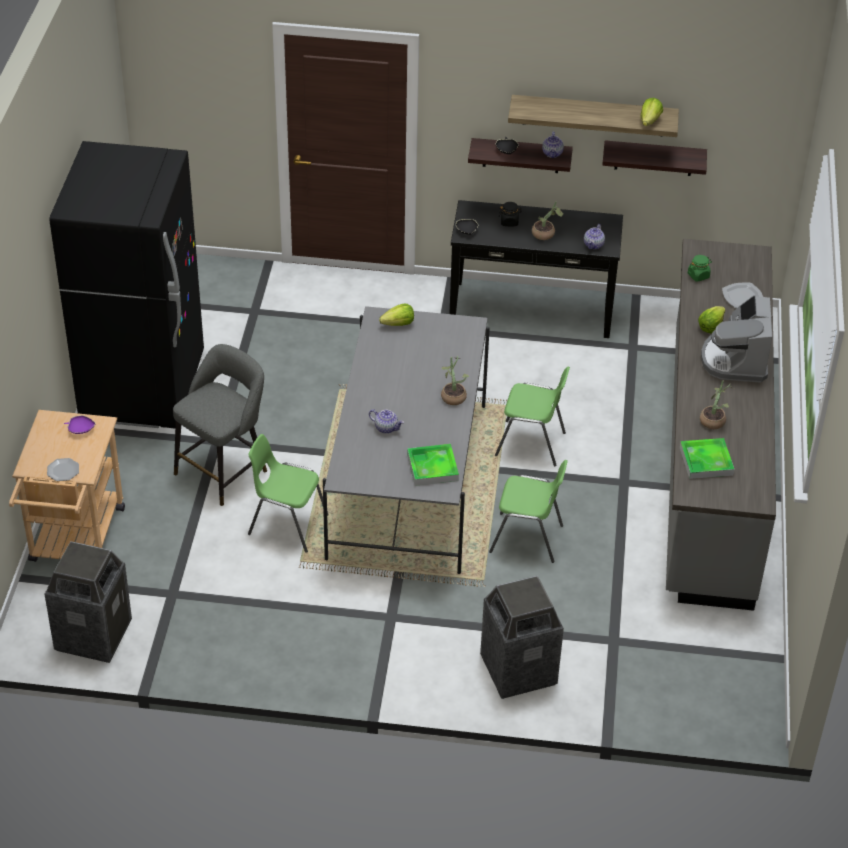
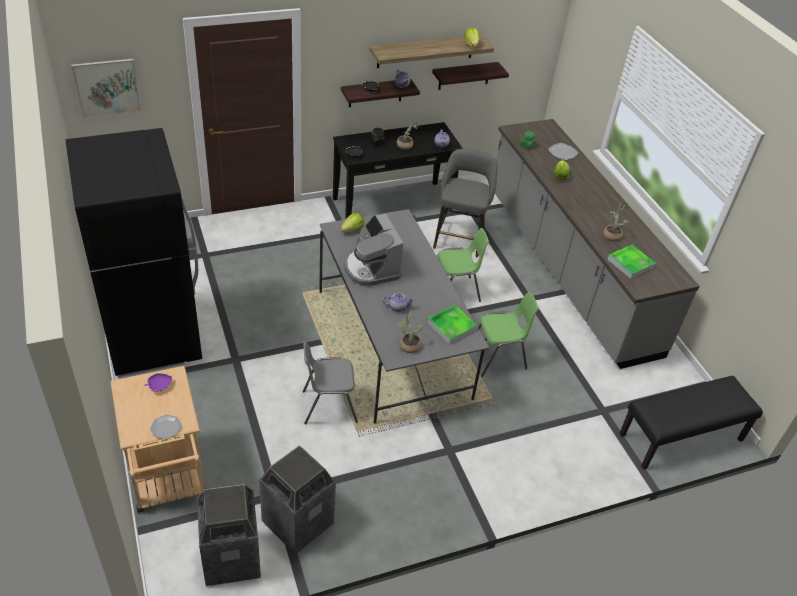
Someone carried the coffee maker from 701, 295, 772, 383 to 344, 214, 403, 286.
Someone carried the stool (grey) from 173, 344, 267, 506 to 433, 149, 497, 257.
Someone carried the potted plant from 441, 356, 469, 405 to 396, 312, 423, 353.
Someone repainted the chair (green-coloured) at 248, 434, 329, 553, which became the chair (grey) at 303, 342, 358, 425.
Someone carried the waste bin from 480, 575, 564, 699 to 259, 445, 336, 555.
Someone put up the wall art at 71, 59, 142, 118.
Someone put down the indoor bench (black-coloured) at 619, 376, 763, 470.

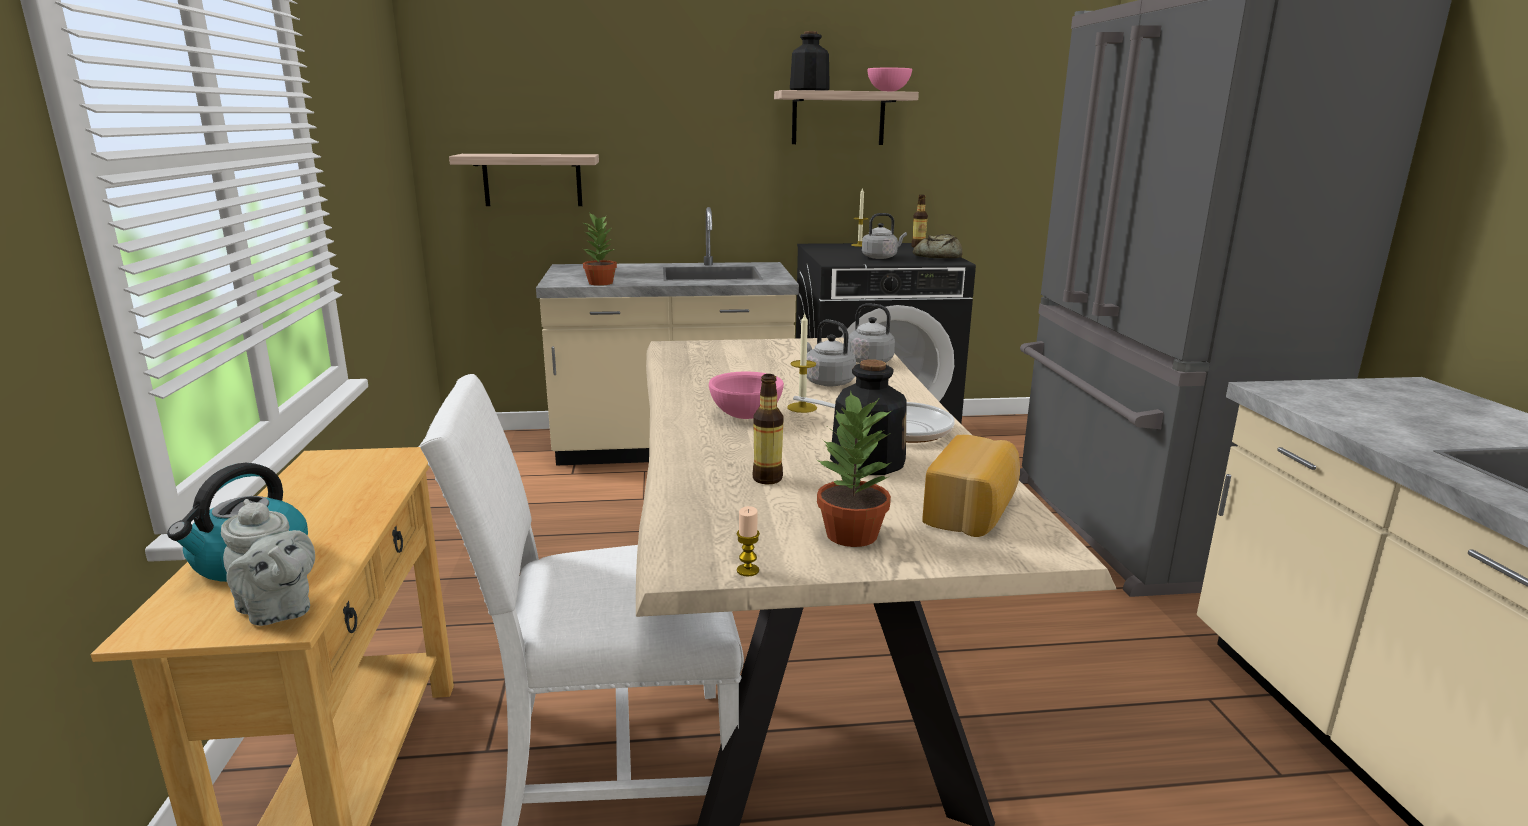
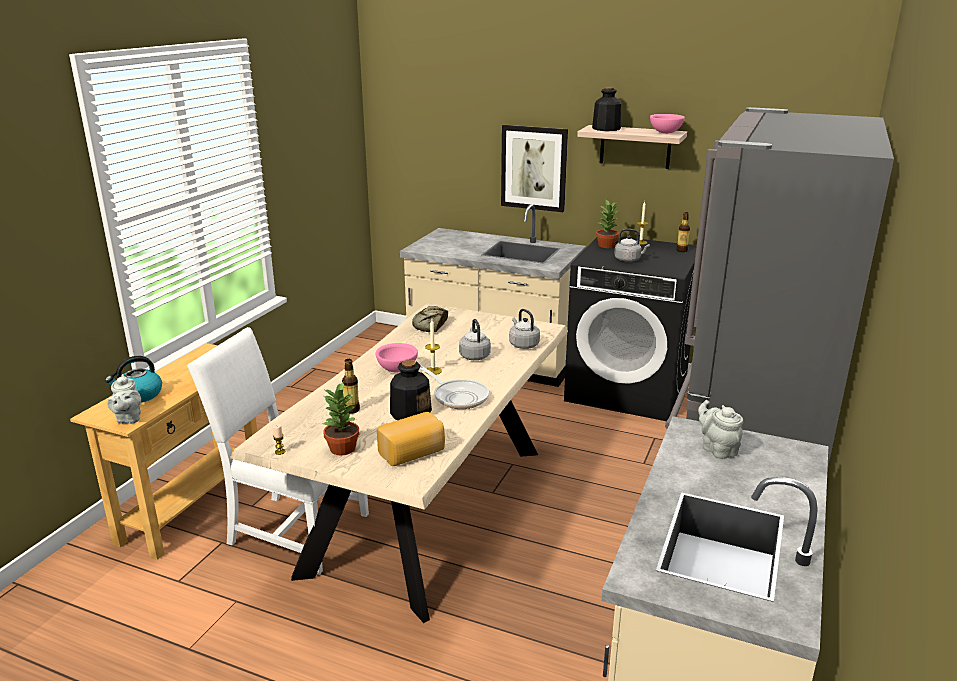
Someone took away the shelf at 449, 154, 599, 206.
Someone carried the potted plant from 583, 212, 617, 286 to 596, 200, 619, 248.
Someone carried the bakery bread from 913, 234, 963, 258 to 412, 306, 448, 332.
Someone put up the wall art at 501, 125, 568, 212.
Someone put down the tea pot (grey) at 698, 400, 743, 459.

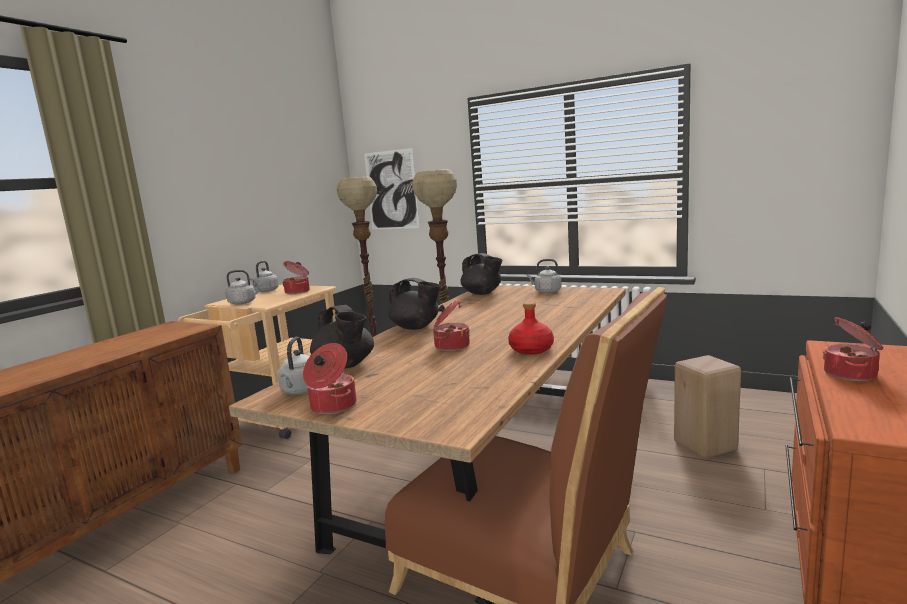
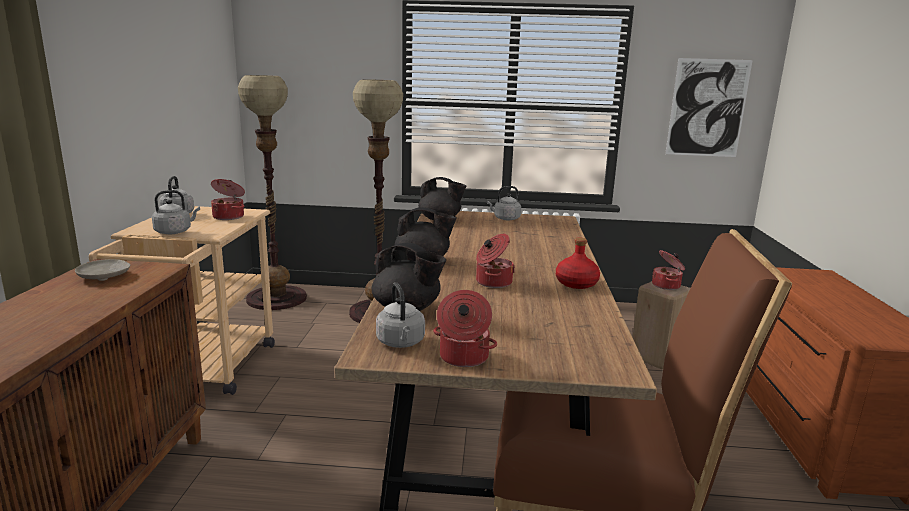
Someone carried the wall art from 364, 148, 420, 229 to 665, 58, 753, 157.
Someone carried the stockpot from 822, 317, 883, 381 to 652, 250, 685, 290.
Someone put down the flat dish (beige-coloured) at 75, 259, 130, 281.

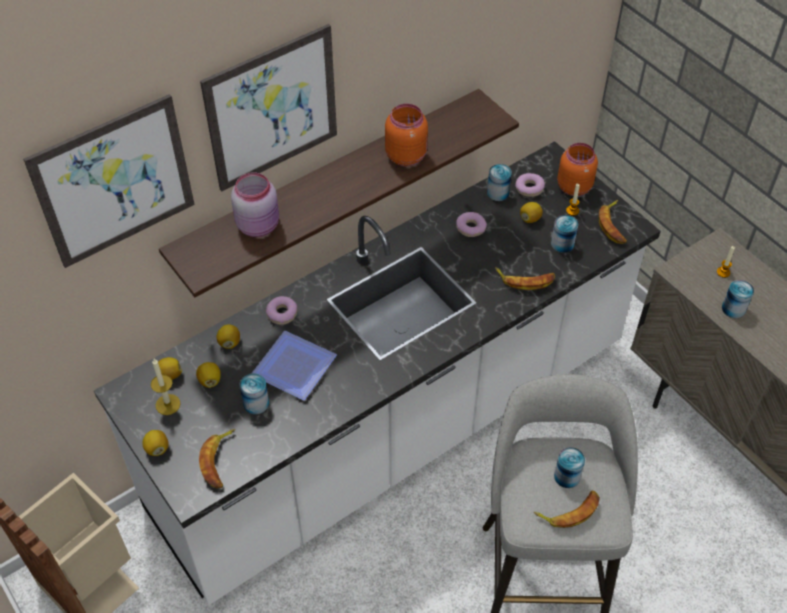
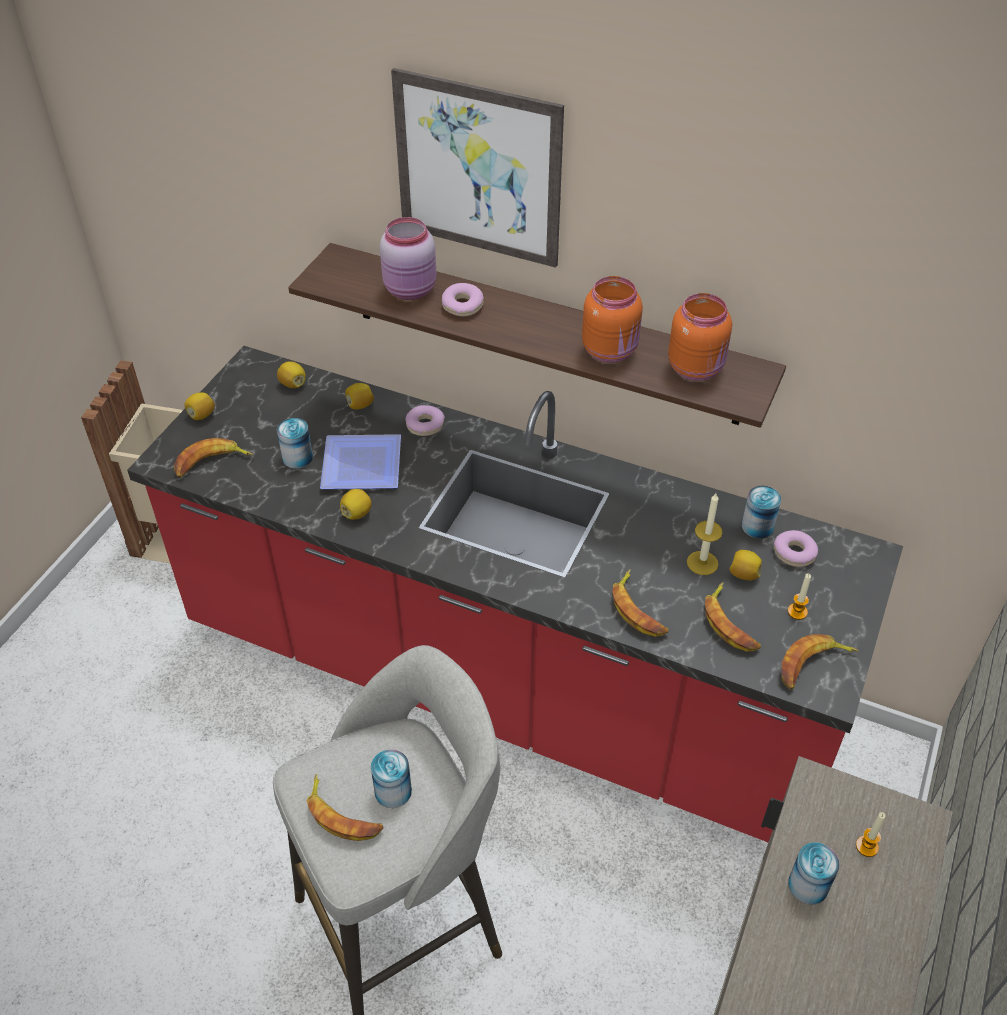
Someone took away the wall art at 23, 94, 195, 268.
Someone repainted the kitchen base unit (white) at 94, 141, 660, 605, which became the kitchen base unit (reddish) at 127, 346, 903, 842.
Someone carried the storage jar (orange-coloured) from 557, 143, 598, 196 to 668, 293, 732, 381.
Someone carried the doughnut from 456, 212, 487, 237 to 442, 283, 484, 316.
Someone swapped the metal can at 551, 215, 578, 253 for the banana fruit at 705, 582, 761, 652.
Someone carried the candle from 151, 359, 180, 415 to 687, 493, 723, 575.
Someone carried the citrus fruit from 196, 362, 221, 388 to 340, 489, 372, 520.

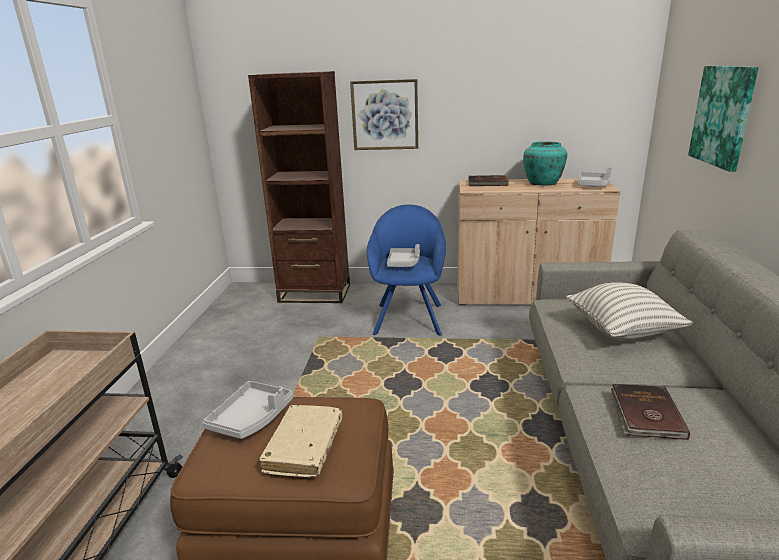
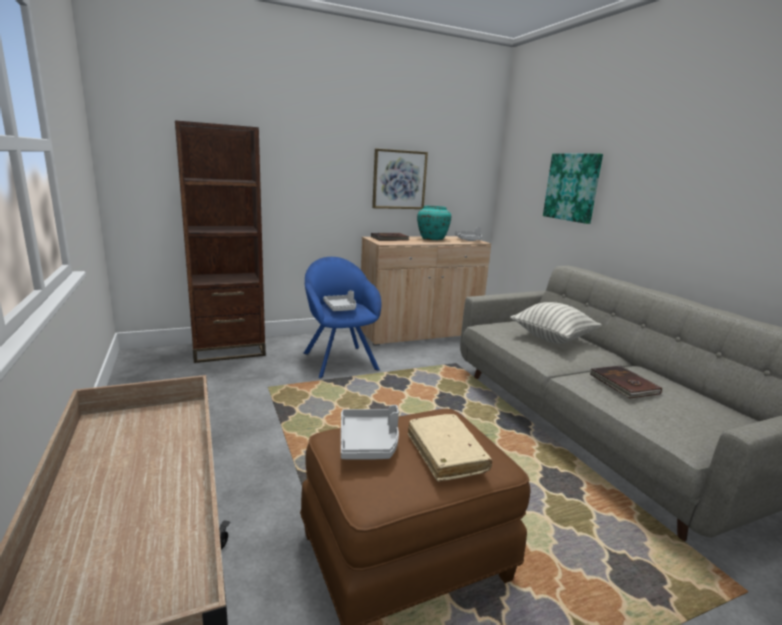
Someone carried the wall art from 350, 79, 418, 150 to 372, 149, 428, 209.

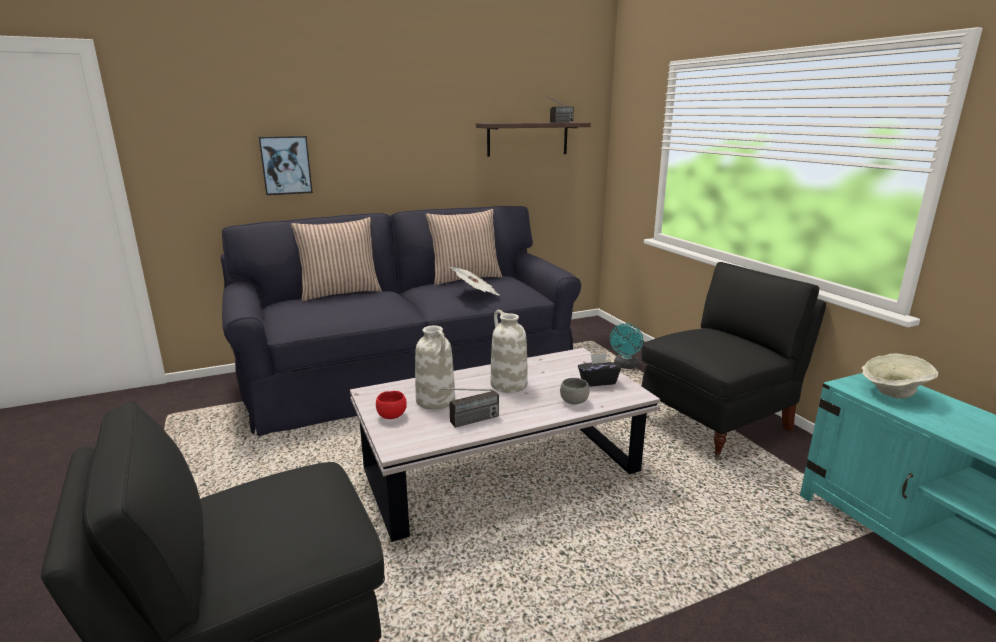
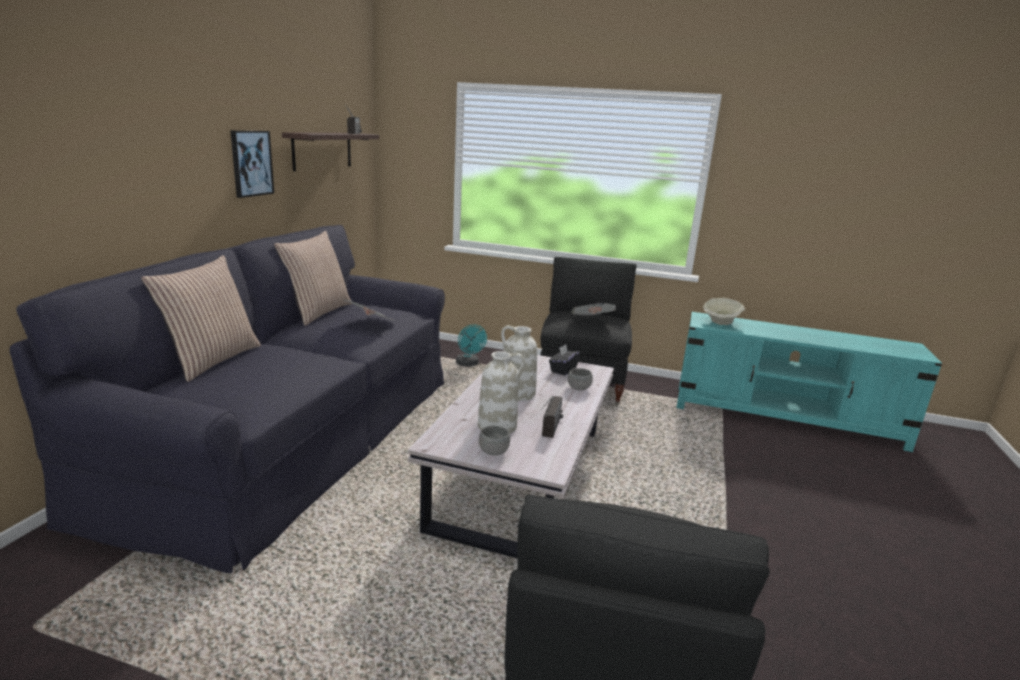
Someone carried the wall art from 258, 136, 313, 195 to 230, 130, 274, 198.
Someone repainted the bowl (reddish) at 376, 391, 407, 419, which became the bowl (grey) at 479, 426, 510, 456.
Someone put down the printed paper at 571, 303, 616, 315.

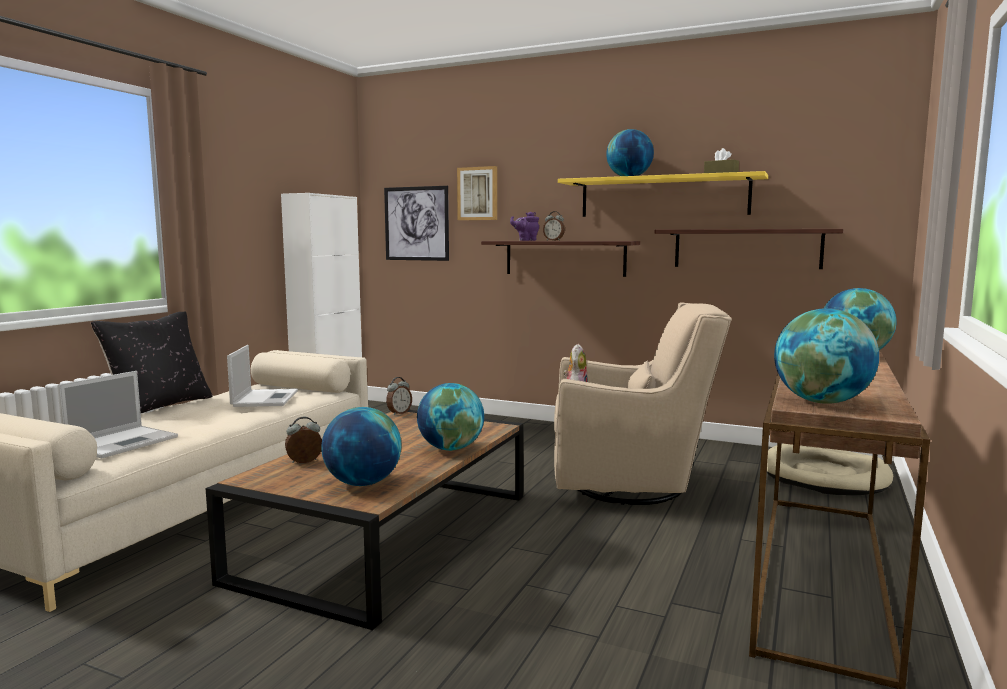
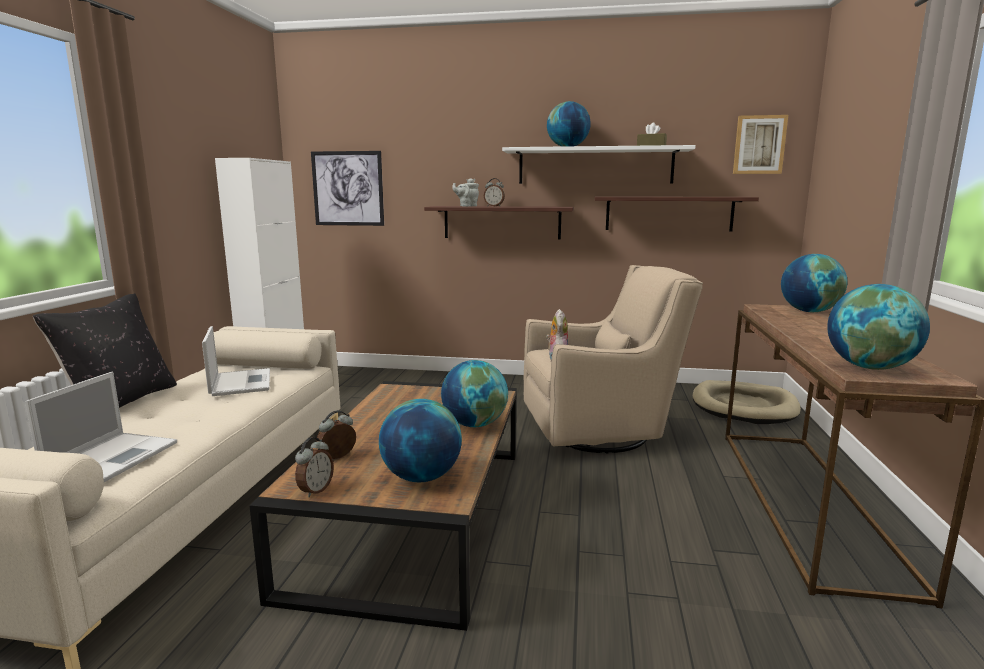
Someone carried the wall art from 457, 166, 497, 220 to 733, 115, 788, 174.
Someone repainted the shelf (yellow) at 558, 171, 768, 217, which became the shelf (white) at 502, 145, 696, 184.
Someone repainted the tea pot (purple) at 510, 212, 539, 241, which became the tea pot (grey) at 452, 178, 479, 207.
Someone carried the table clock from 386, 377, 412, 415 to 295, 437, 334, 497.

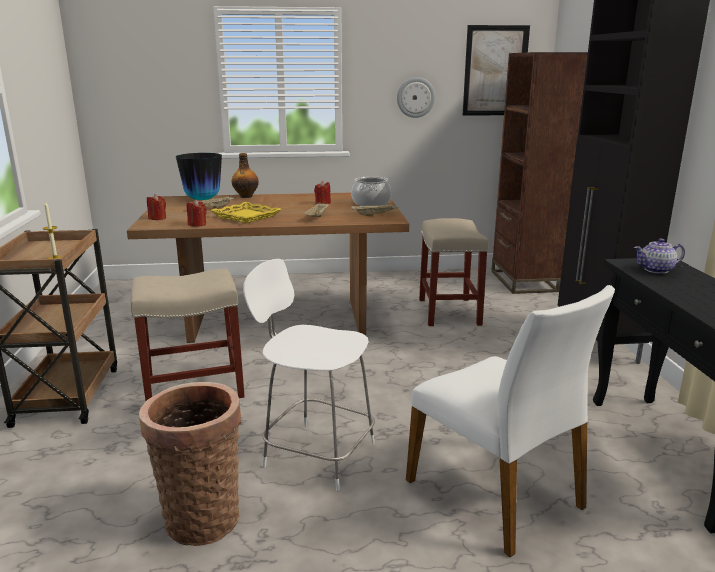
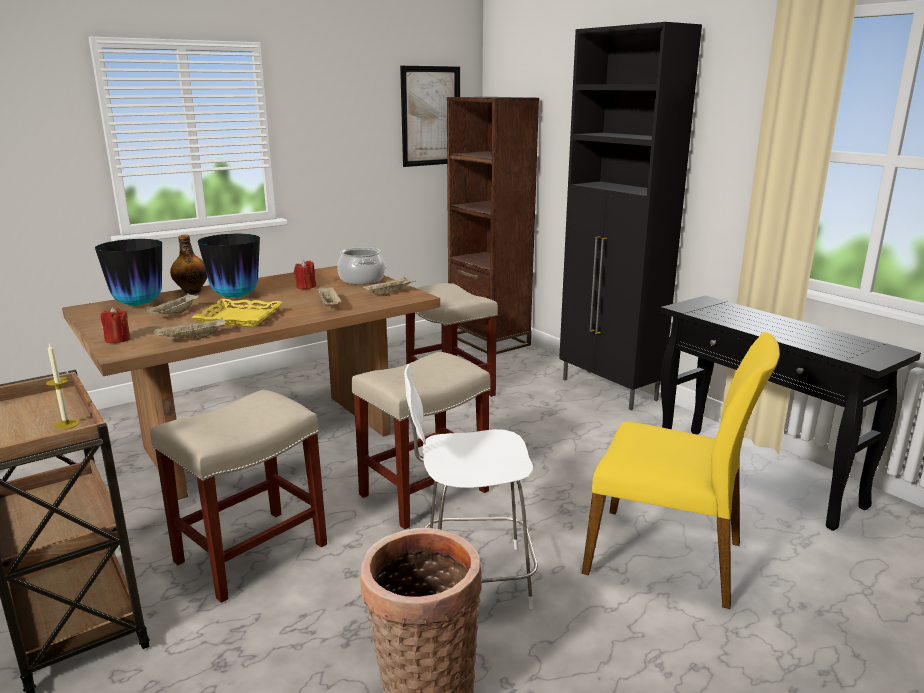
Someone took away the wall clock at 397, 77, 435, 118.
Someone swapped the candle (reddish) at 187, 199, 206, 227 for the serving tray (beige-coloured) at 154, 318, 226, 339.
Someone took away the tea pot at 634, 238, 685, 274.
Someone repainted the chair (white) at 406, 285, 615, 557, which became the chair (yellow) at 582, 332, 780, 609.
Someone put down the decorative vase at 198, 234, 260, 298.
Someone put down the stool (beige-coloured) at 351, 352, 491, 529.

